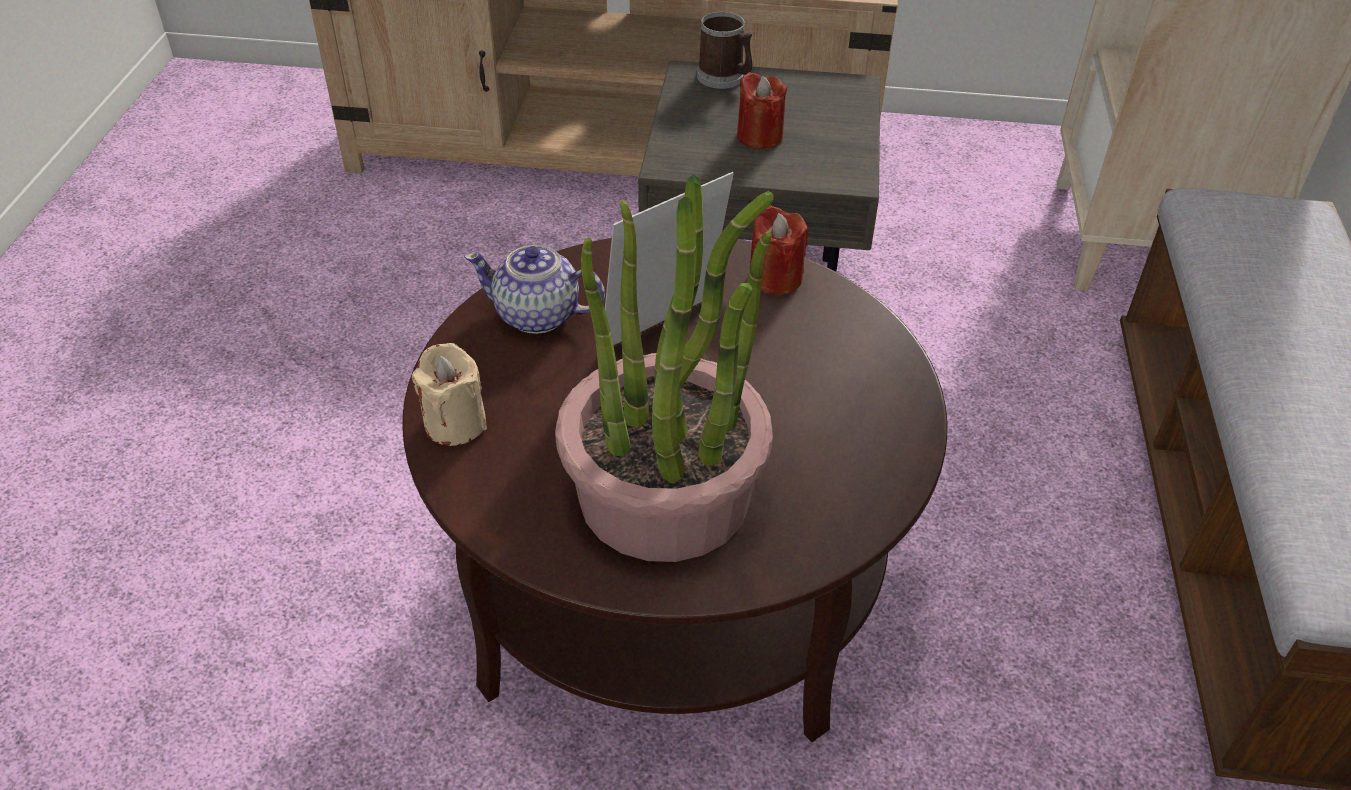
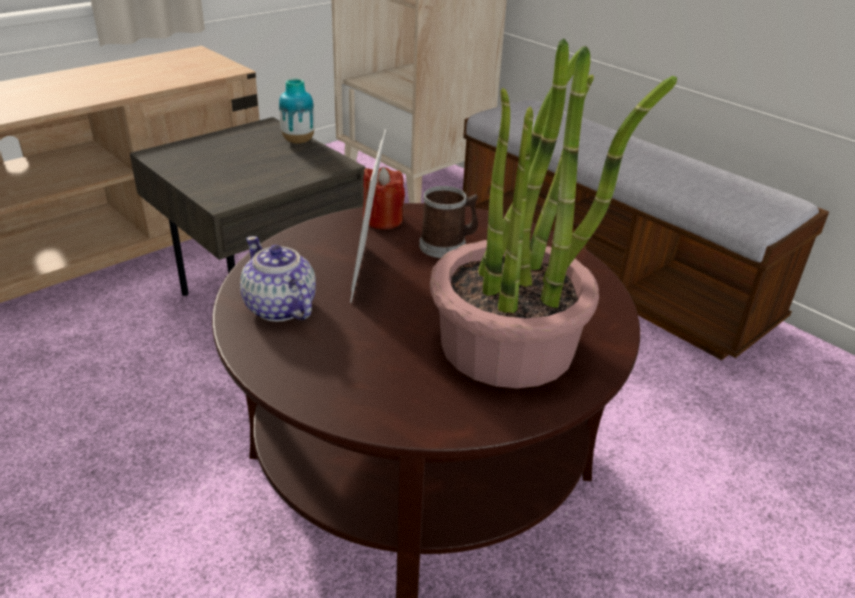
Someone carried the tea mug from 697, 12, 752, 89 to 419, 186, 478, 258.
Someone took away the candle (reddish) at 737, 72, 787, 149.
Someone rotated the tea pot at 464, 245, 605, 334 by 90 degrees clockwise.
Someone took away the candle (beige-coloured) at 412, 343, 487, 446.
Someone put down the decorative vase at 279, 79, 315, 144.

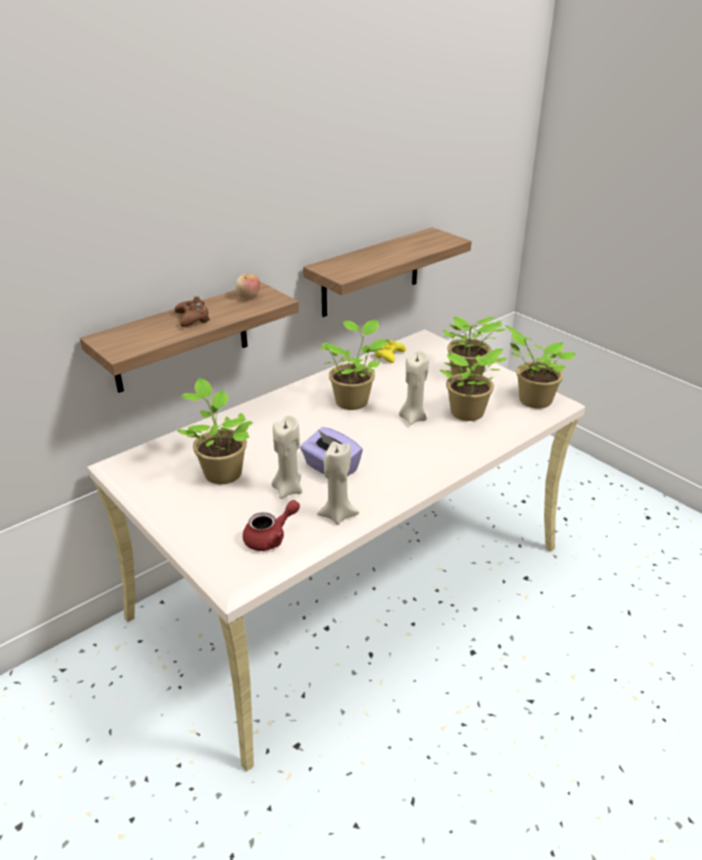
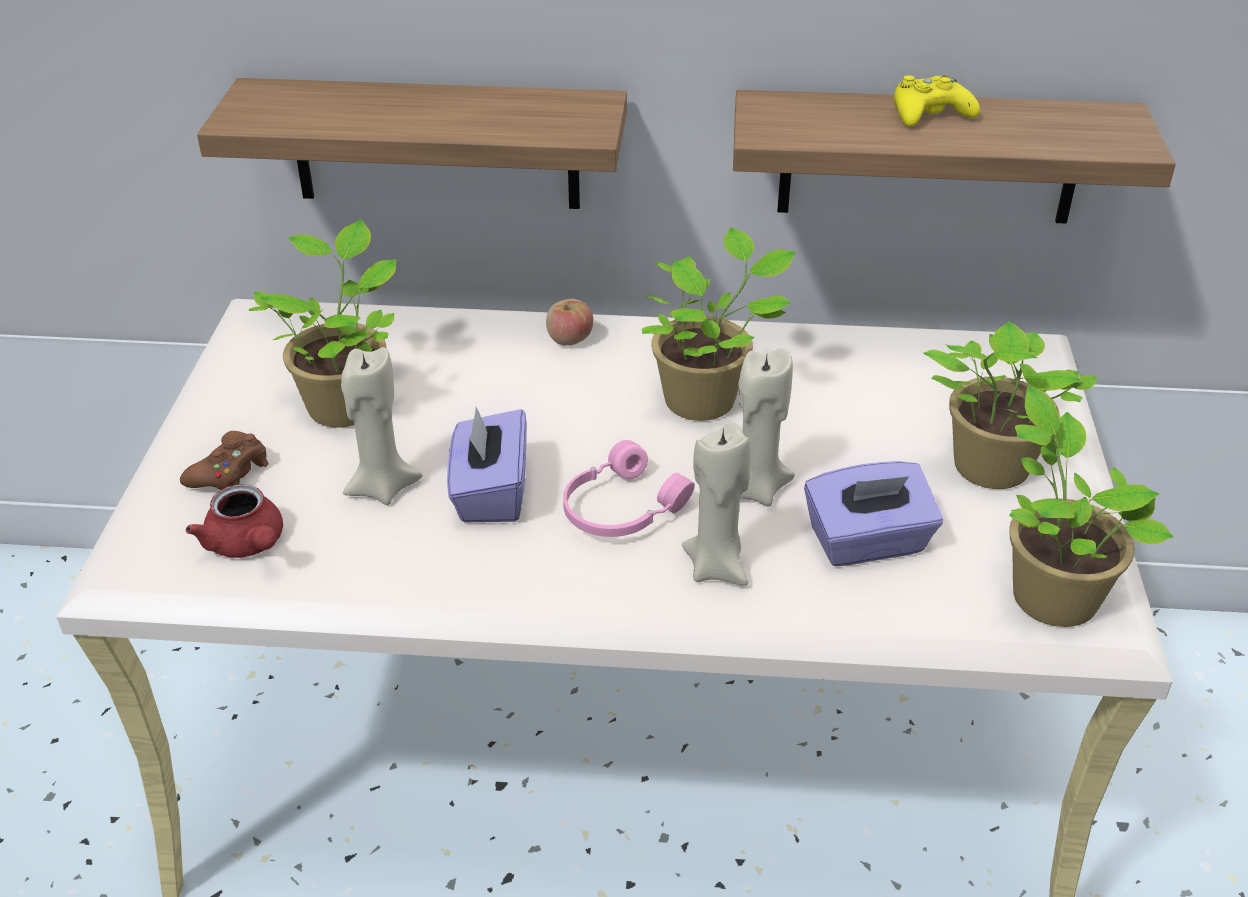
Someone carried the apple fruit from 235, 274, 260, 299 to 546, 299, 594, 346.
Someone carried the game controller (brown) from 175, 296, 210, 327 to 180, 431, 269, 490.
Someone carried the game controller (yellow) from 375, 340, 406, 363 to 894, 75, 980, 126.
Someone swapped the potted plant at 440, 348, 507, 421 for the tissue holder (purple) at 804, 461, 943, 566.
Someone carried the candle (beige-coloured) from 317, 441, 359, 525 to 682, 422, 751, 586.
Someone rotated the tea pot (reddish) at 243, 500, 300, 551 by 45 degrees clockwise.
Someone put down the pair of headphones (pink-coloured) at 563, 440, 695, 537.

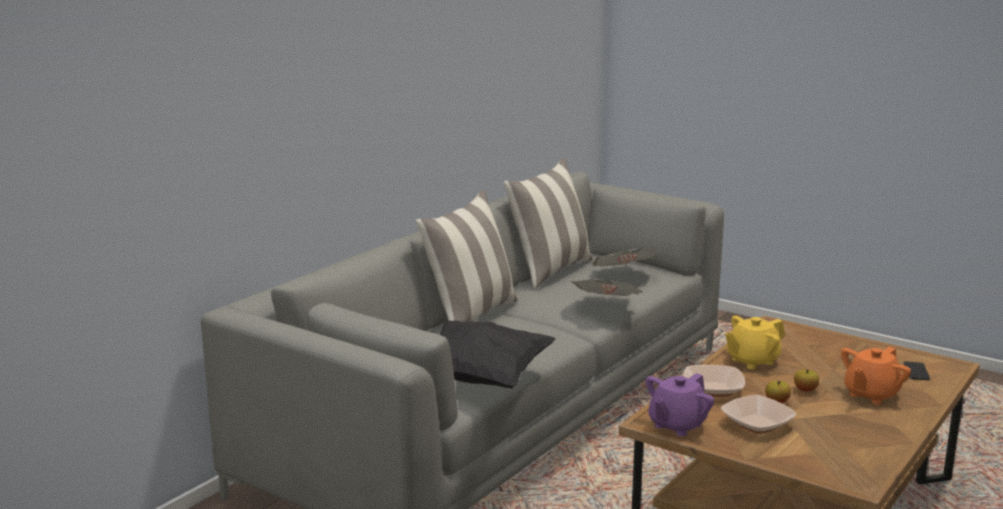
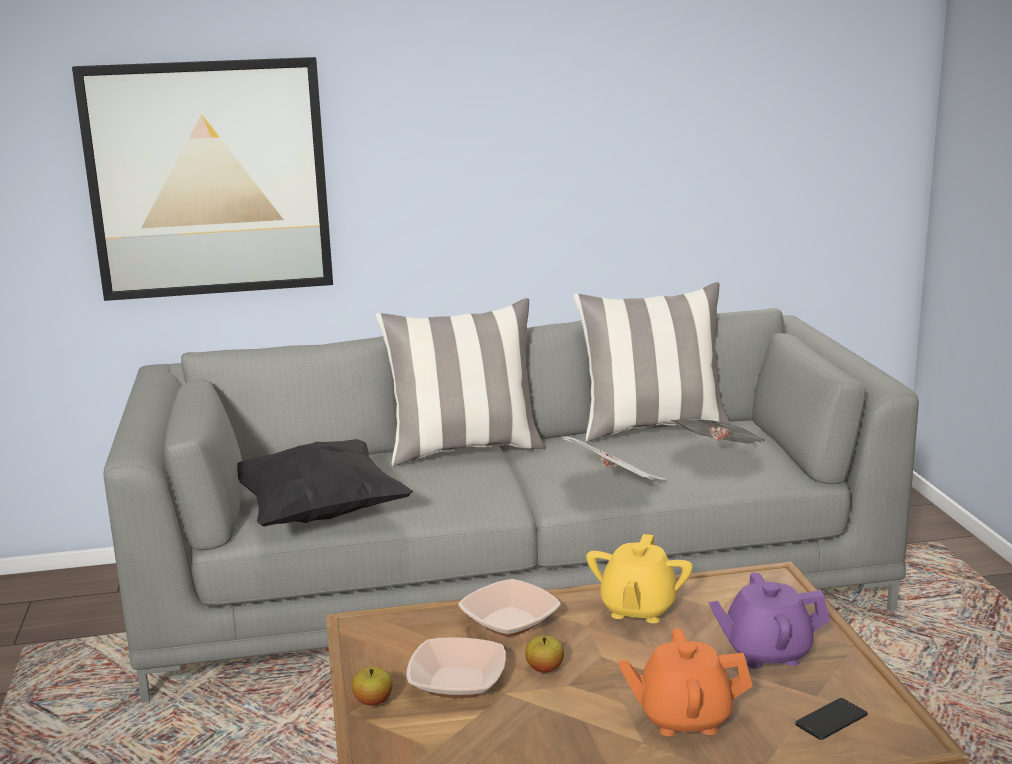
Someone rotated the tea pot (yellow) at 725, 316, 785, 369 by 90 degrees counterclockwise.
Someone carried the apple fruit from 794, 369, 819, 392 to 352, 667, 392, 706.
Someone carried the tea pot (purple) from 646, 373, 714, 436 to 709, 572, 830, 669.
Someone put up the wall art at 72, 57, 333, 301.

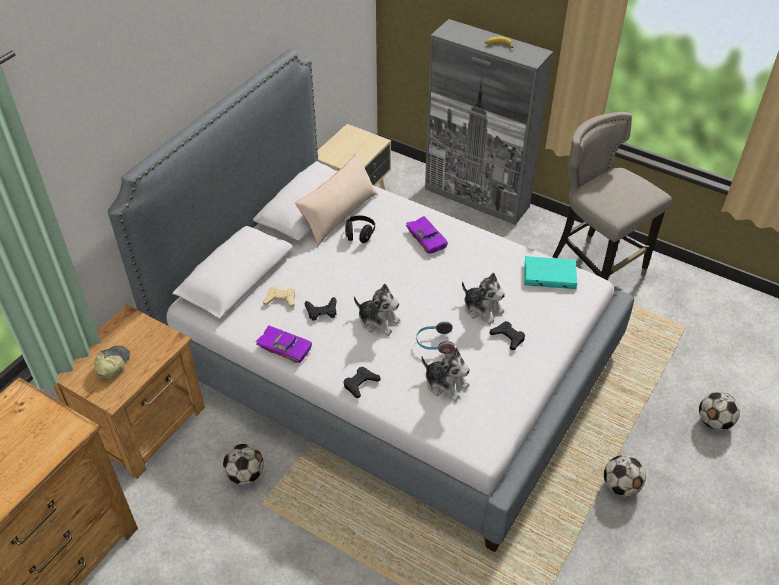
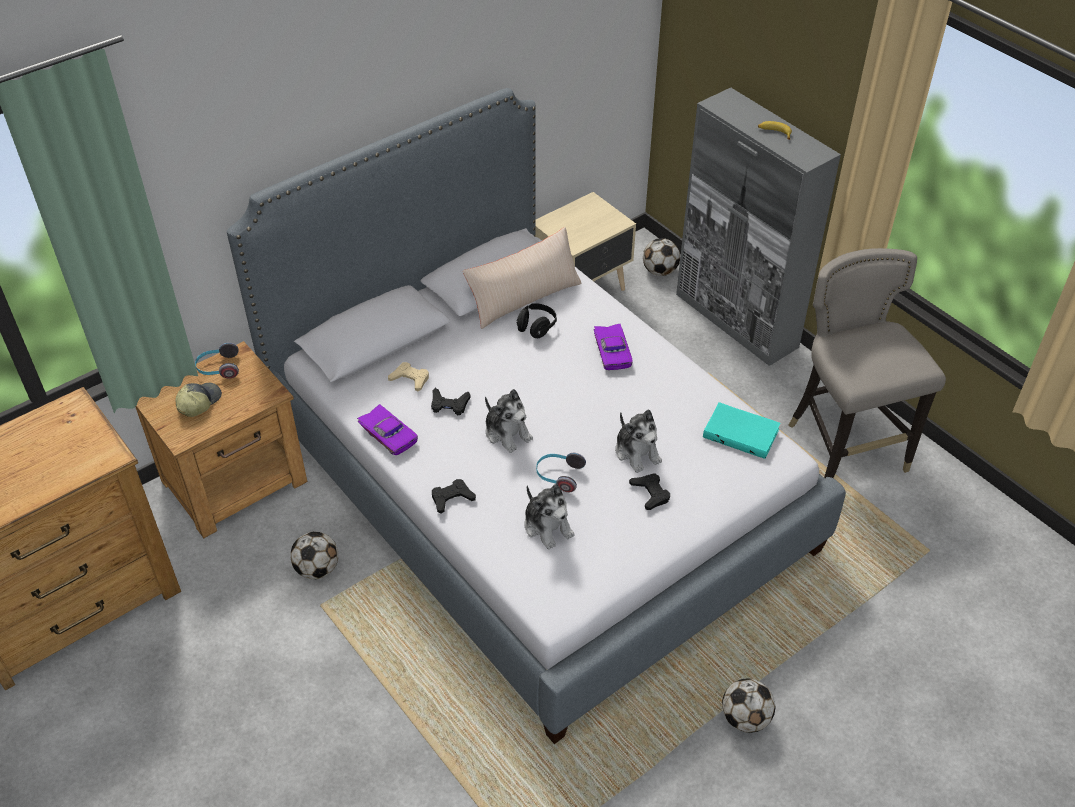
Someone carried the ball for football from 699, 392, 740, 430 to 643, 238, 680, 276.
Someone put down the pair of headphones at 195, 343, 239, 379.

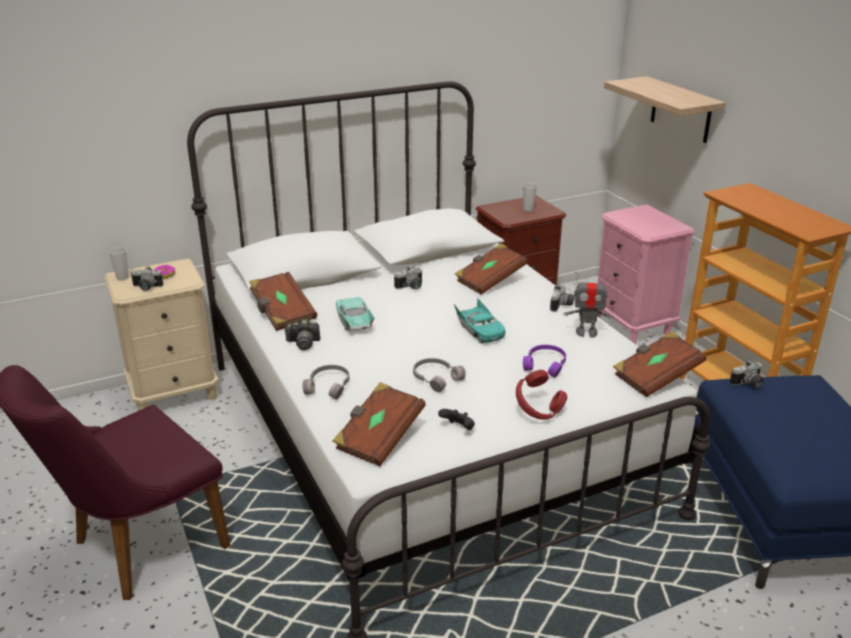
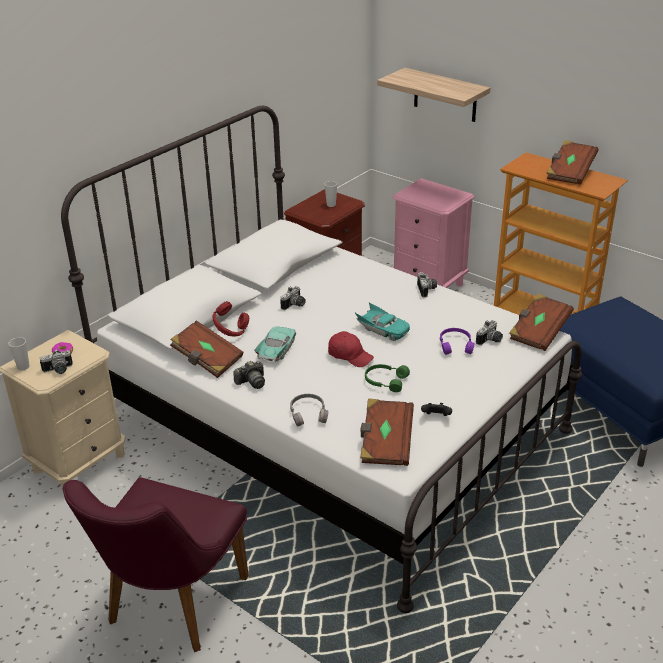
Someone carried the volume (brown) from 455, 243, 528, 295 to 547, 140, 599, 185.
Someone took away the toy robot at 563, 272, 614, 338.
Someone rotated the miniature car (turquoise) at 336, 297, 374, 331 by 60 degrees clockwise.
Someone repainted the pair of headphones (grey) at 413, 358, 466, 392, which became the pair of headphones (green-coloured) at 365, 364, 410, 392.
Someone carried the still camera from 730, 360, 764, 388 to 476, 320, 503, 345.
Someone carried the pair of headphones (reddish) from 516, 370, 567, 420 to 213, 301, 249, 337.
Someone put down the baseball cap (reddish) at 328, 331, 374, 367.

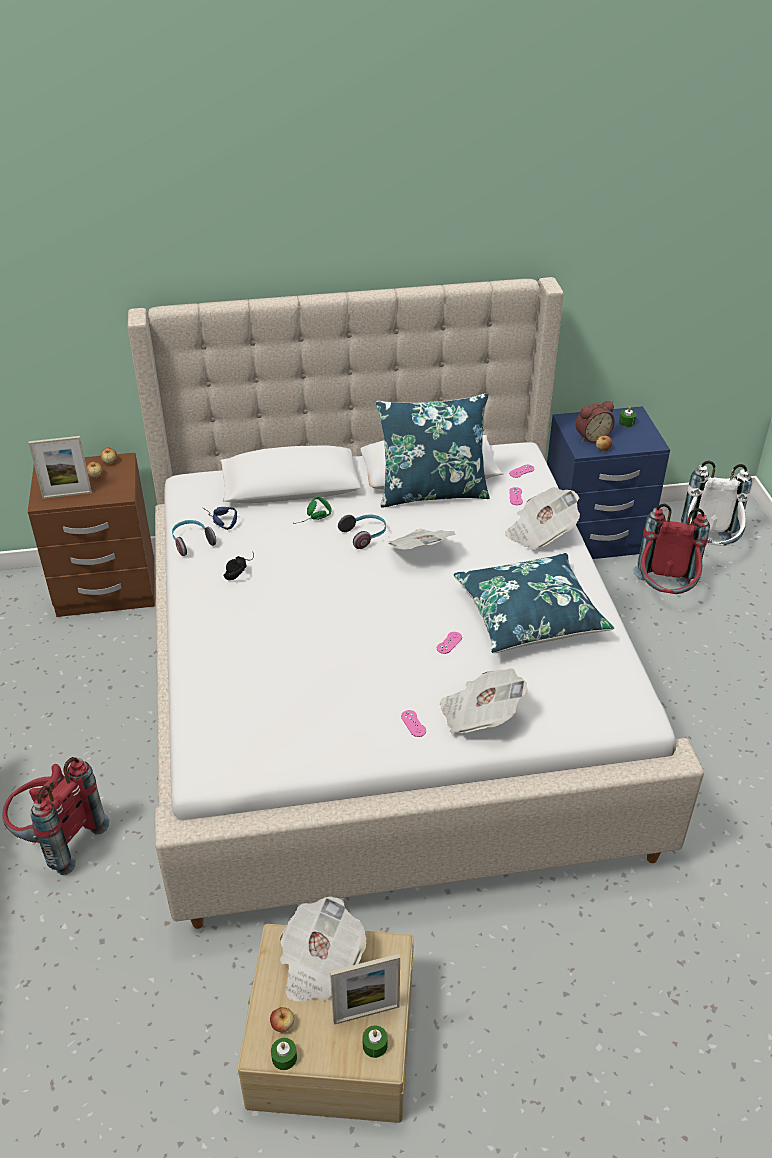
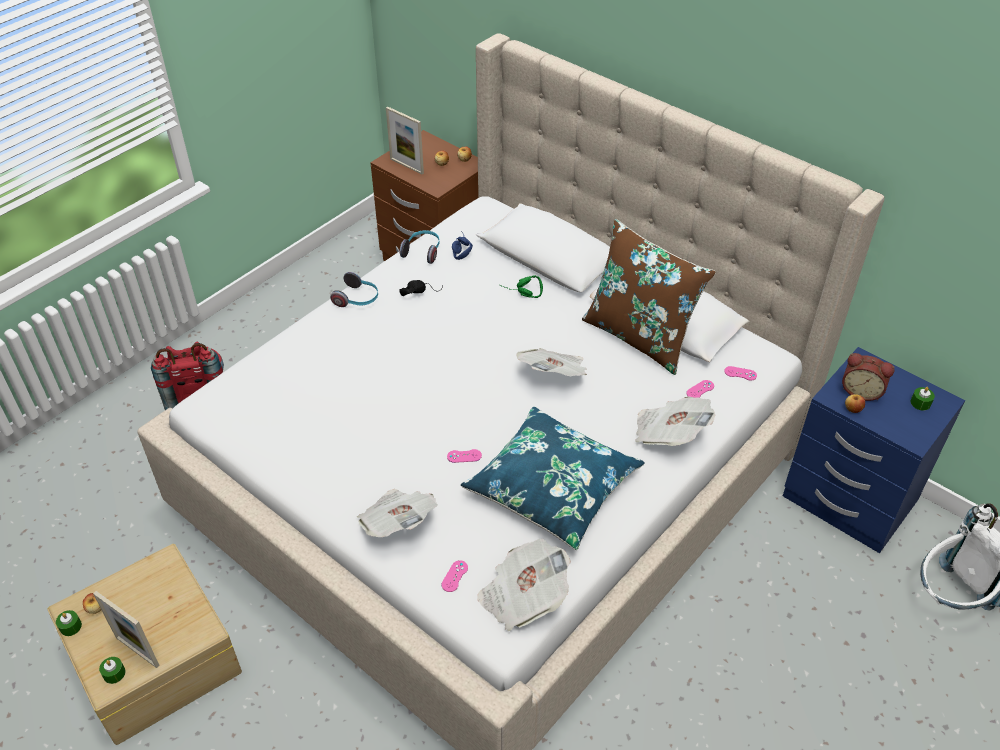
Someone repainted the cushion (bluish) at 376, 393, 490, 508, which became the cushion (brown) at 582, 219, 716, 375.
Someone took away the rucksack (reddish) at 633, 504, 710, 594.
Someone carried the pair of headphones from 338, 515, 386, 549 to 330, 272, 378, 307.
Someone carried the game controller (pink-coloured) from 401, 710, 426, 737 to 442, 560, 468, 592.
Someone carried the printed paper from 280, 897, 367, 1001 to 478, 539, 571, 631.

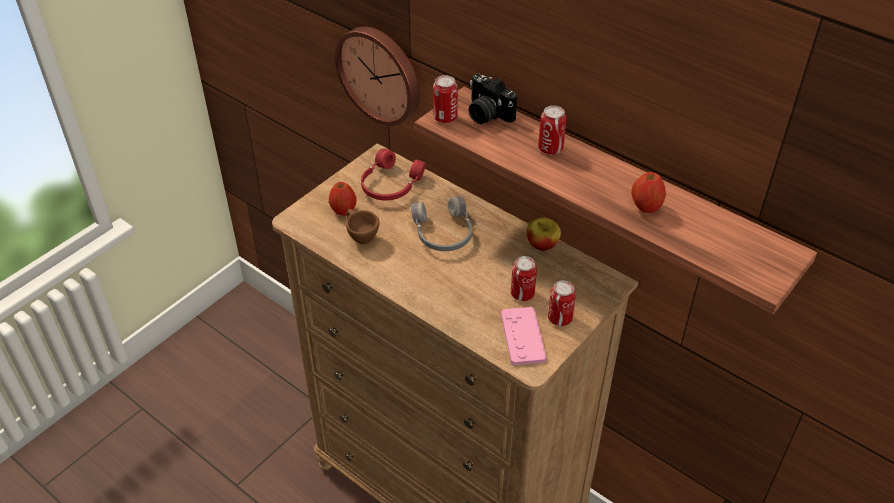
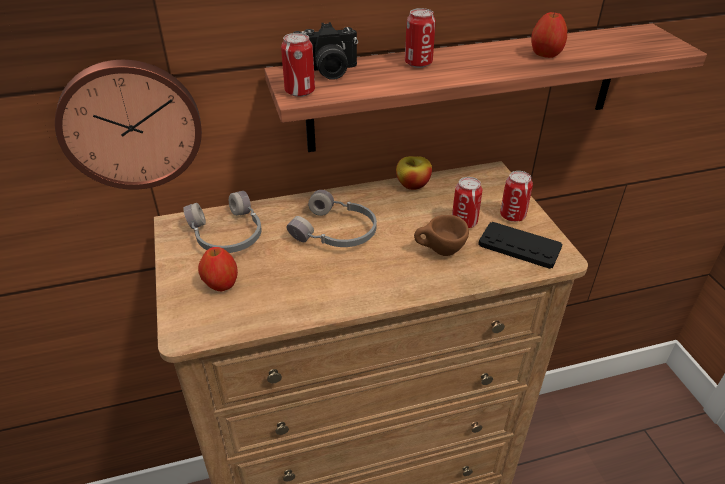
Someone repainted the pair of headphones (reddish) at 361, 148, 426, 200, which became the pair of headphones (grey) at 183, 191, 262, 253.
Someone carried the small cup (brown) from 346, 209, 379, 244 to 414, 215, 469, 256.
Someone repainted the game controller (pink-coloured) at 501, 307, 547, 366, which became the game controller (black-coloured) at 478, 222, 563, 269.

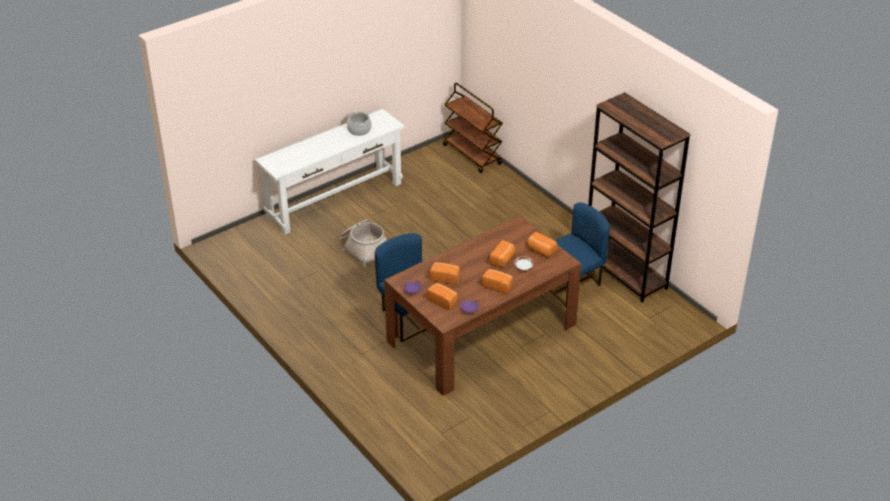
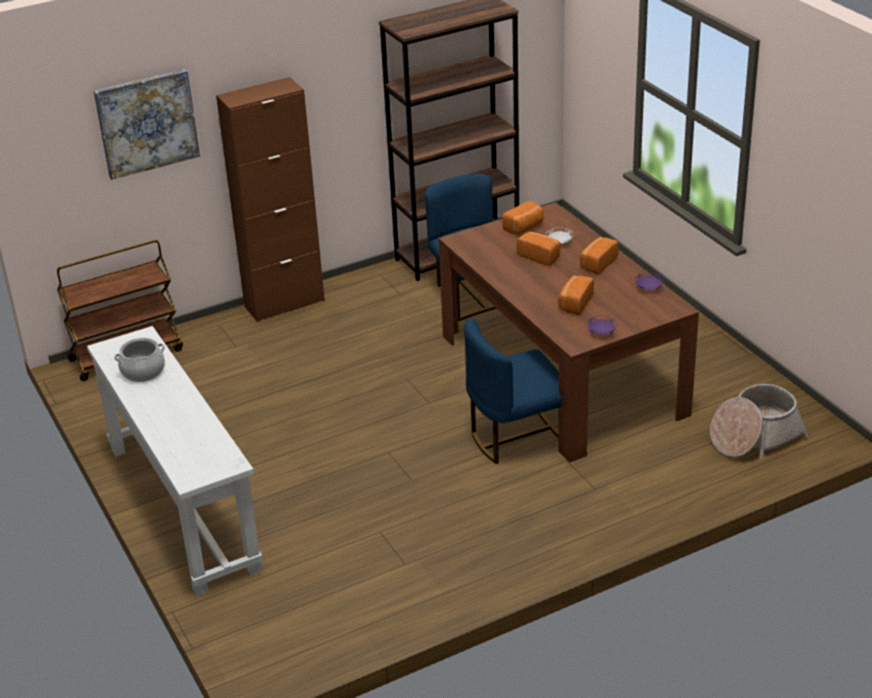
Someone carried the household basket from 338, 219, 387, 268 to 710, 384, 808, 459.
Someone took away the bakery bread at 426, 283, 458, 310.
Someone put up the wall art at 94, 69, 200, 180.
Someone put down the cabinet (brown) at 216, 77, 325, 322.

